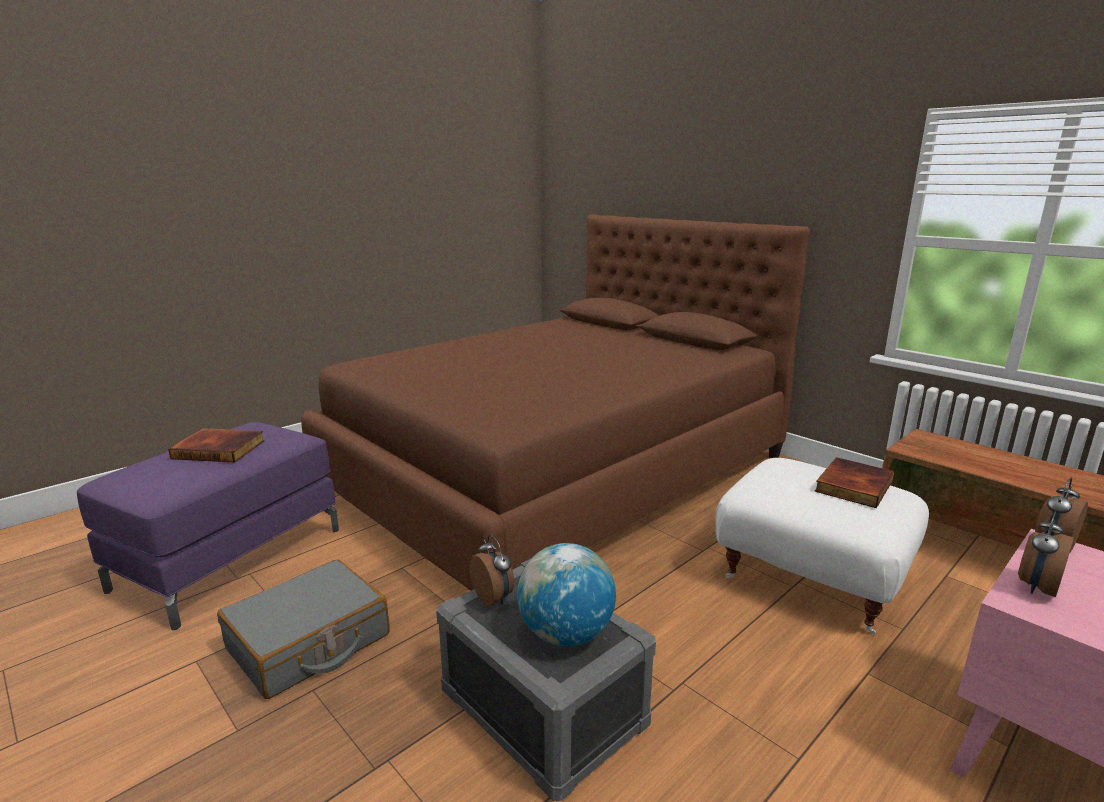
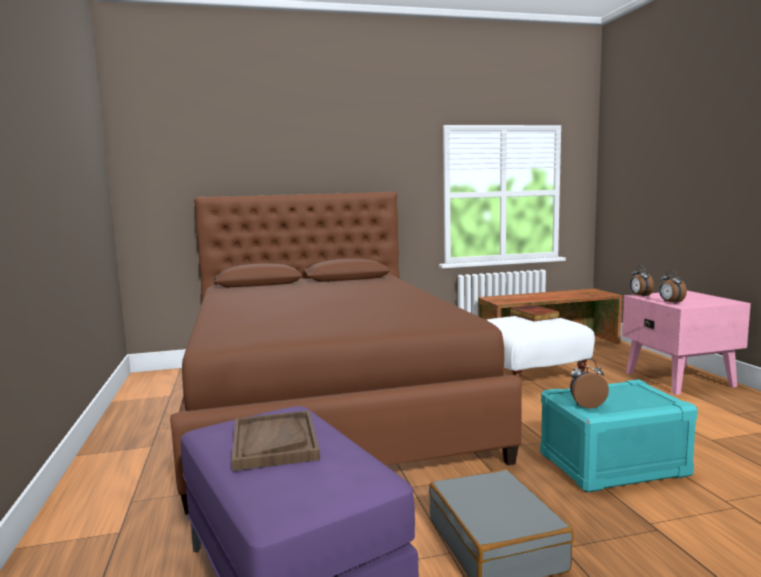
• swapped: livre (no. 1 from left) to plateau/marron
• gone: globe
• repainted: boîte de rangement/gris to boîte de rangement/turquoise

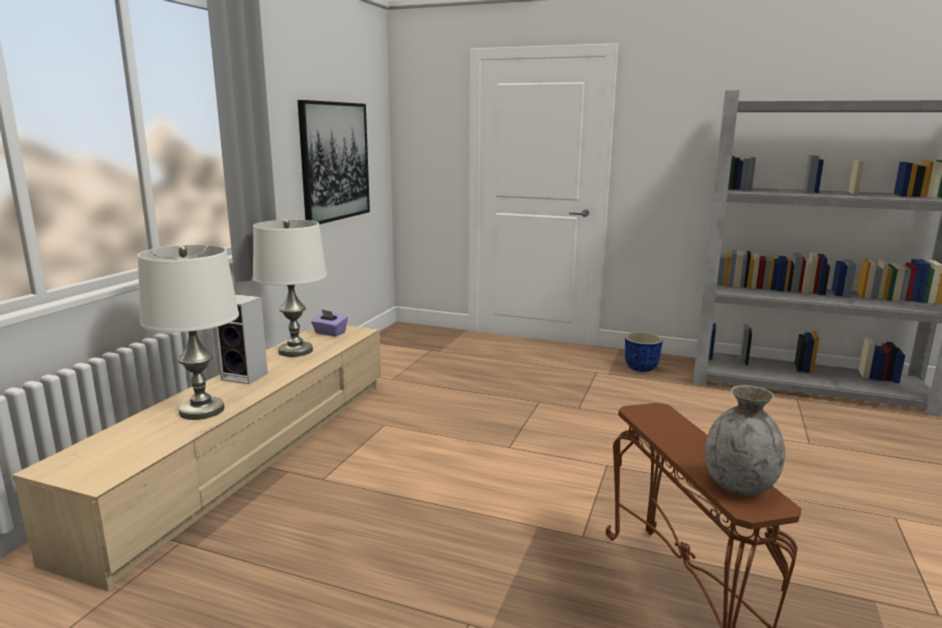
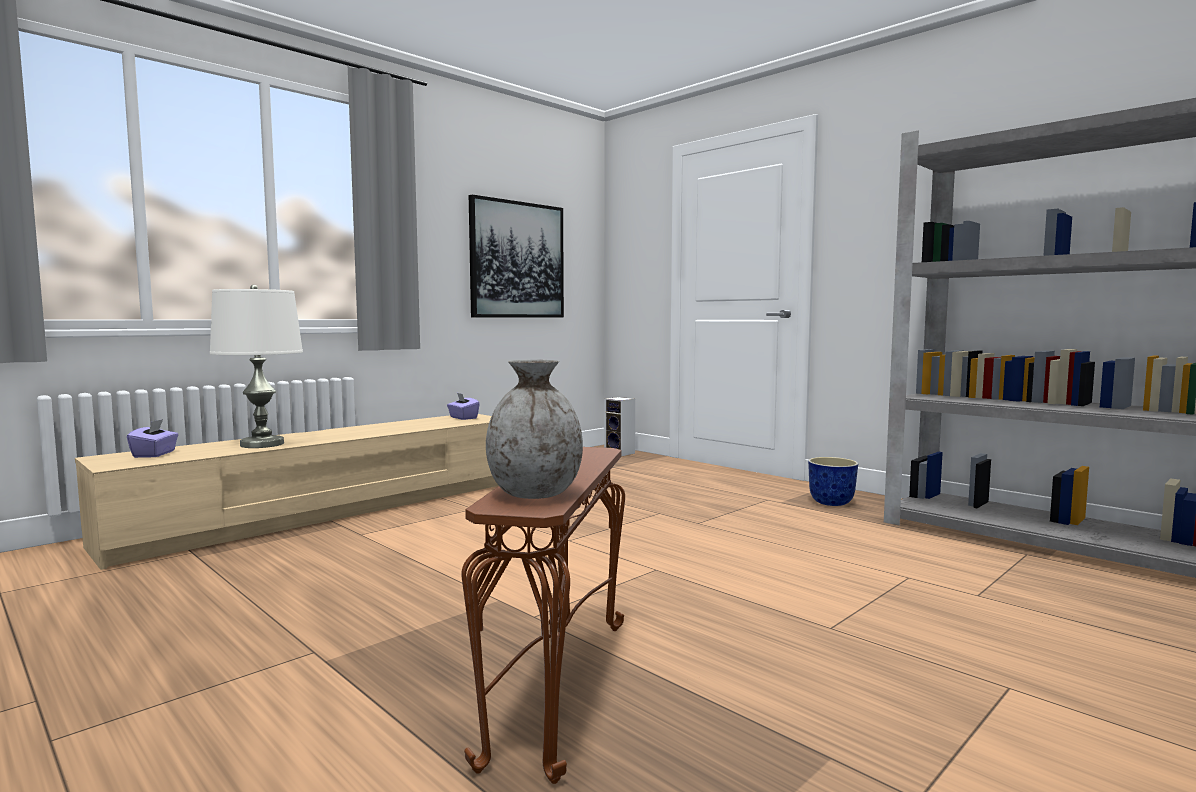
• gone: lampe de table/blanc (no. 2 from left)
• shifted: enceinte
• new: boîte à mouchoirs/violet (no. 1 from left)

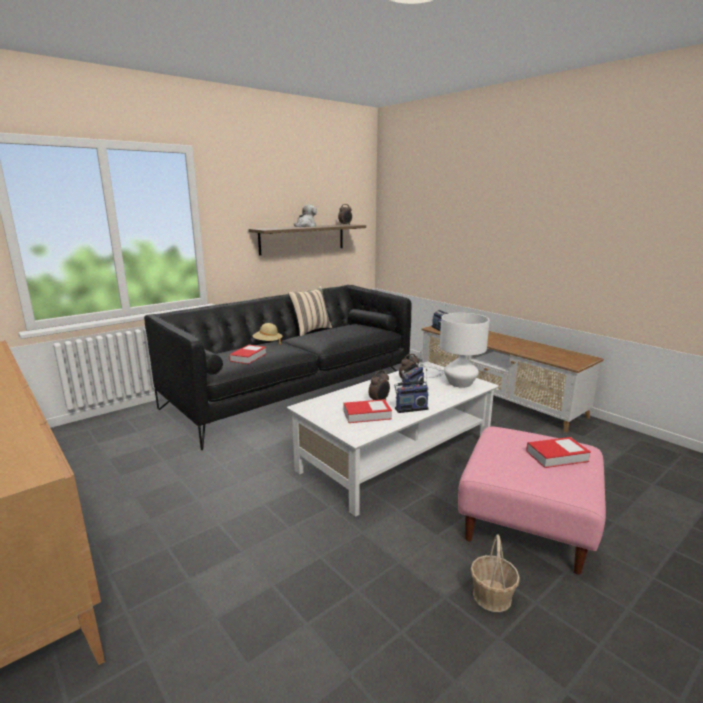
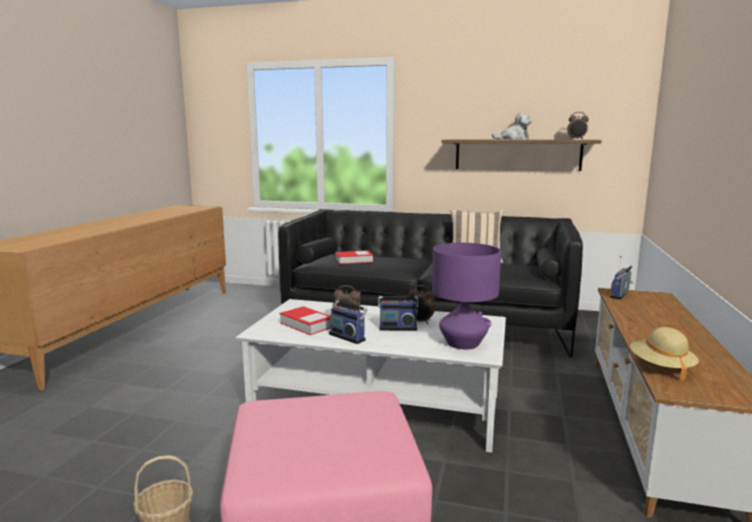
• repainted: lampe de table/blanc to lampe de table/violet
• shifted: chapeau/beige
• gone: livre (no. 3 from left)

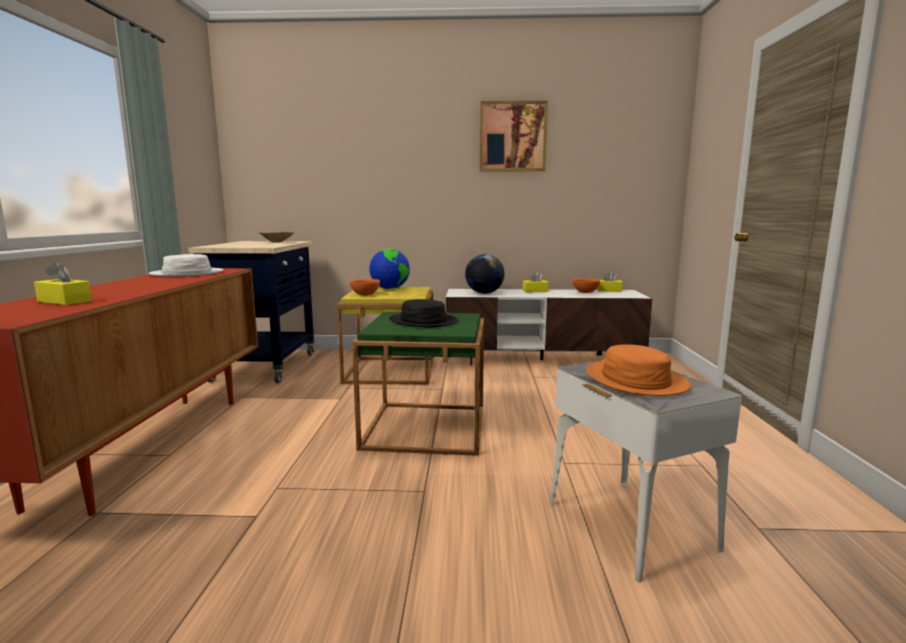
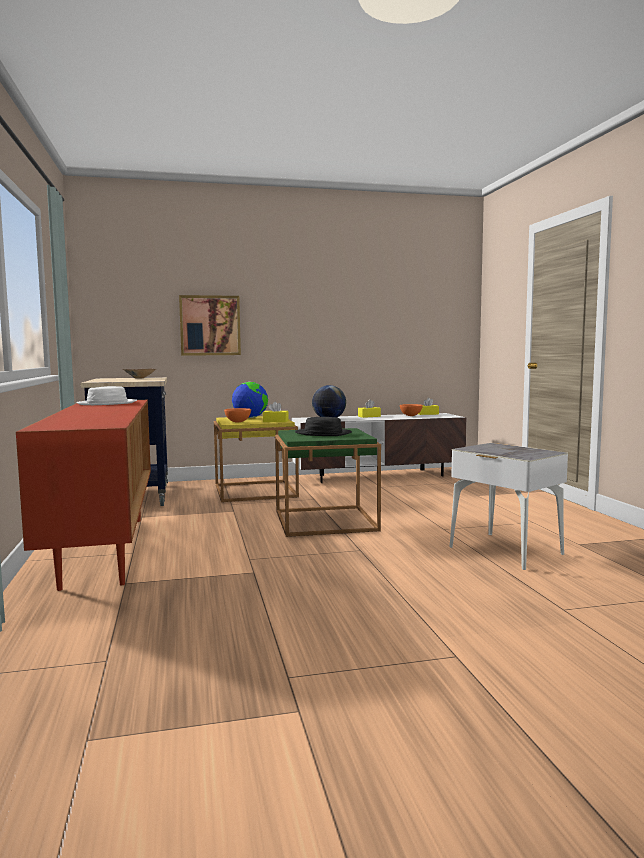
• shifted: tableau
• shifted: boîte à mouchoirs/jaune (no. 1 from left)
• gone: chapeau/orange

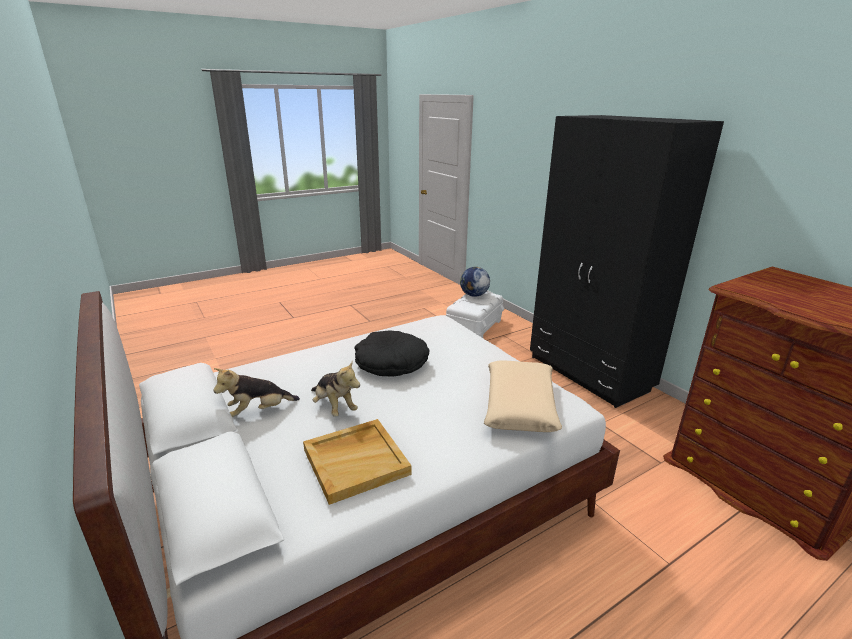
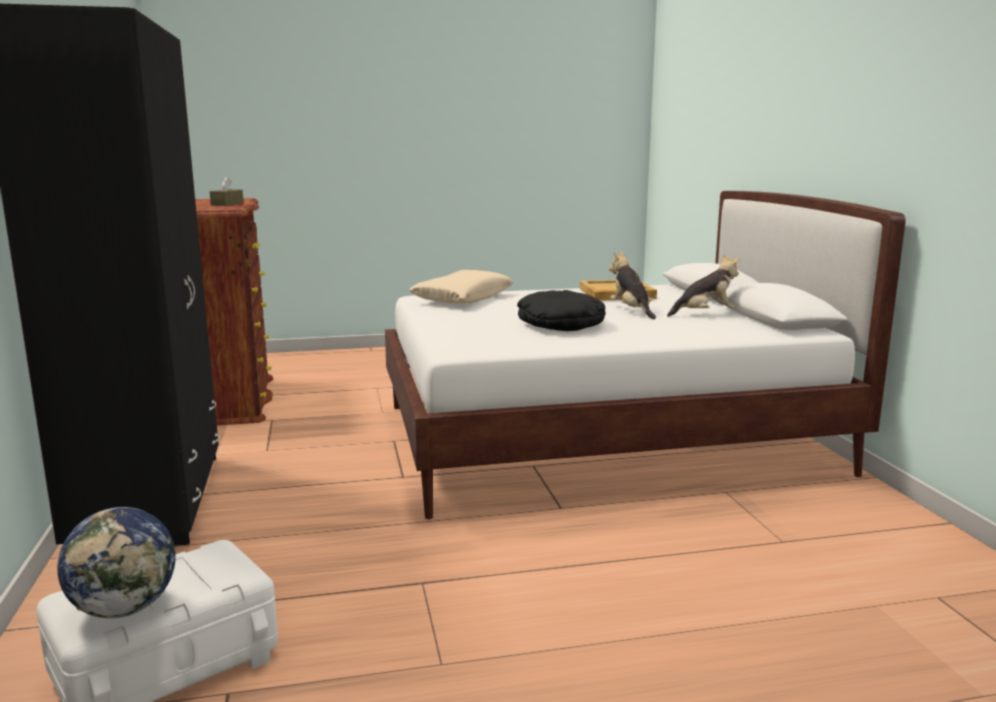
• new: boîte à mouchoirs/marron

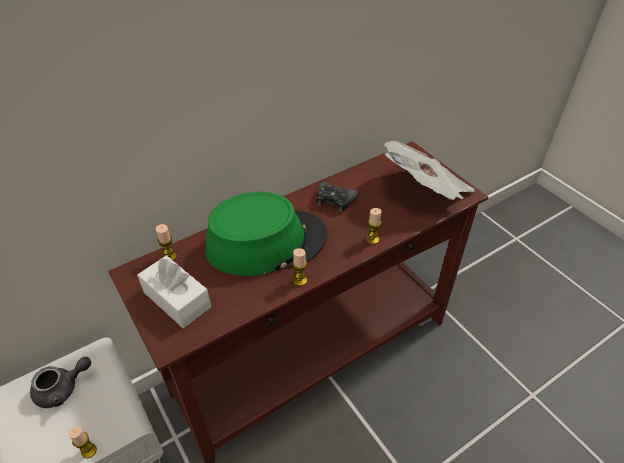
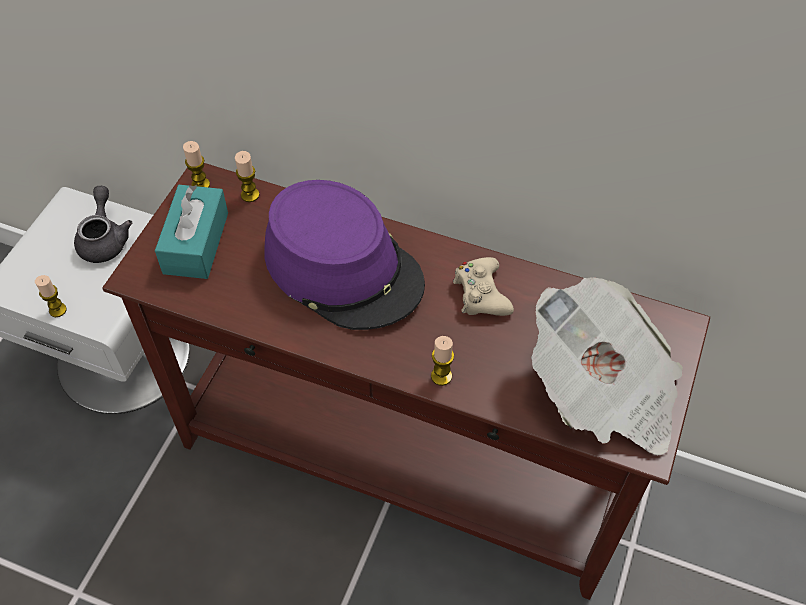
• repainted: manette/noir to manette/beige
• repainted: chapeau/vert to chapeau/violet
• shifted: bougie (no. 3 from left in the first image) to bougie (no. 2 from left)
• repainted: boîte à mouchoirs/blanc to boîte à mouchoirs/turquoise
• rotated: théière/gris 120 degrees counterclockwise

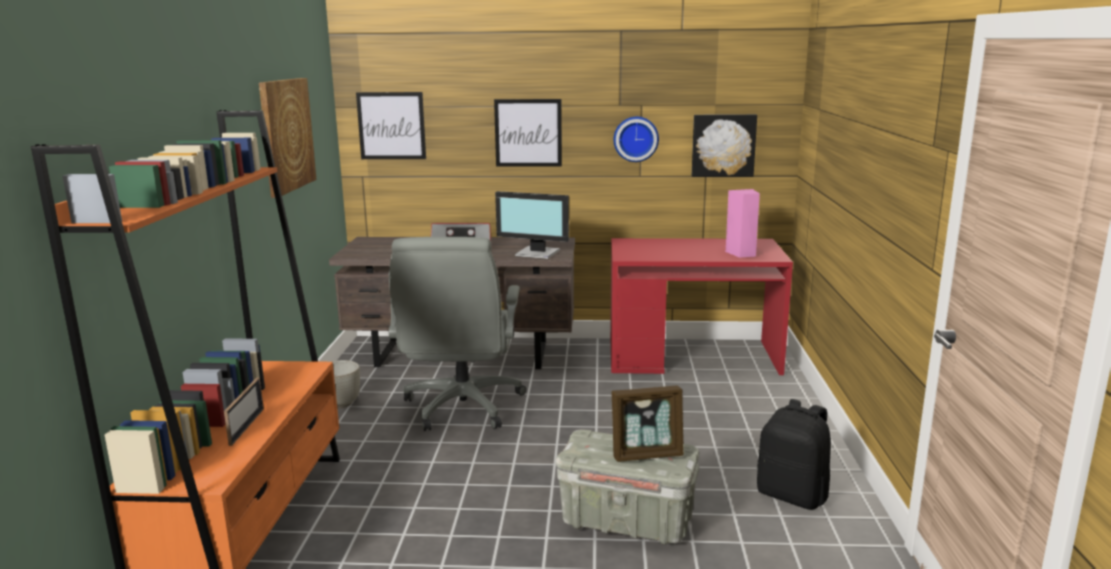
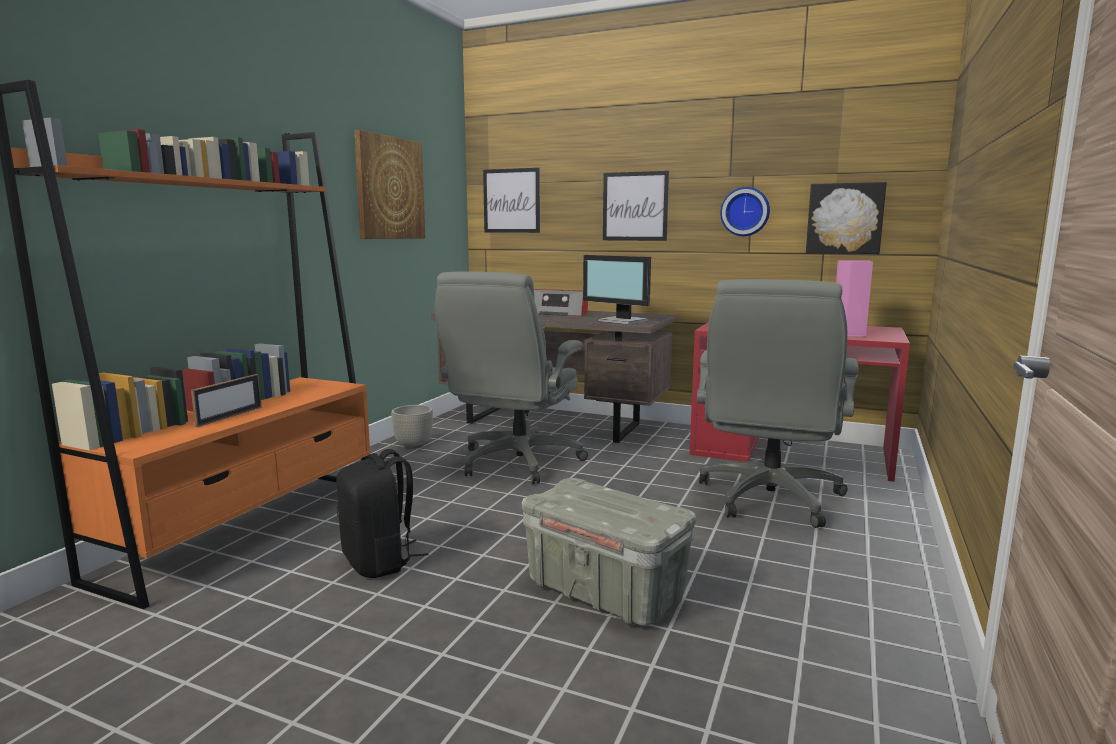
• gone: cadre photo (no. 2 from left)
• shifted: sac à dos/noir
• new: chaise de bureau/gris (no. 2 from left)

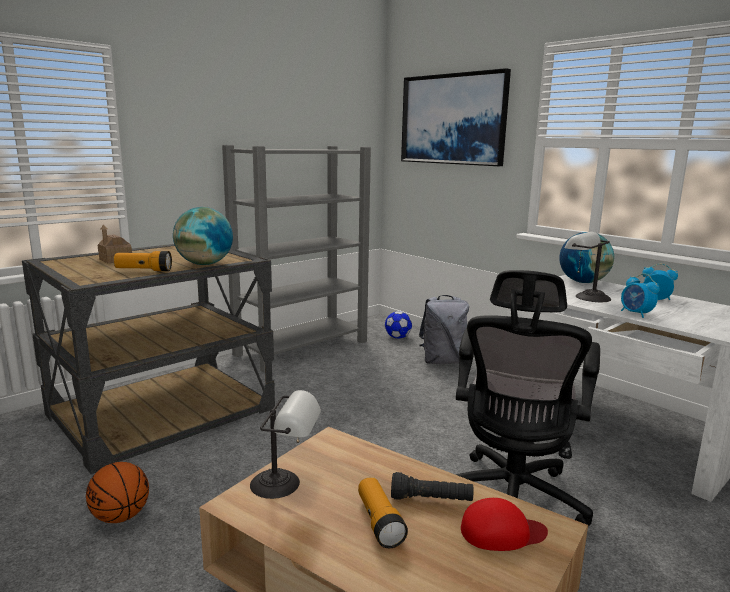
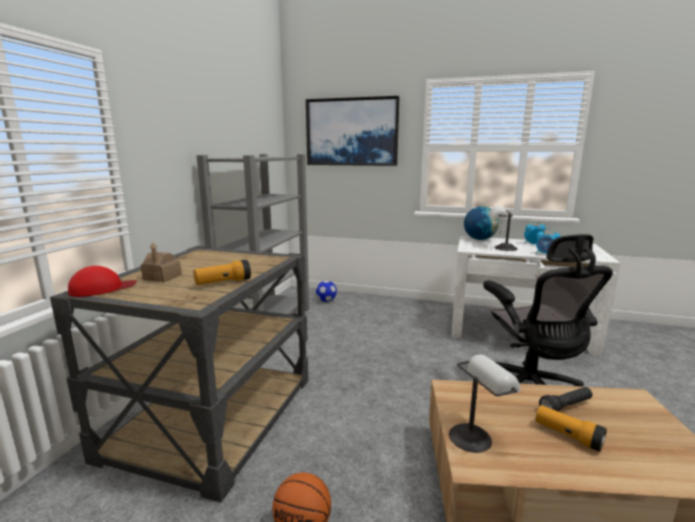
• gone: globe (no. 1 from left)
• gone: sac à dos/gris
• shifted: casquette/rouge

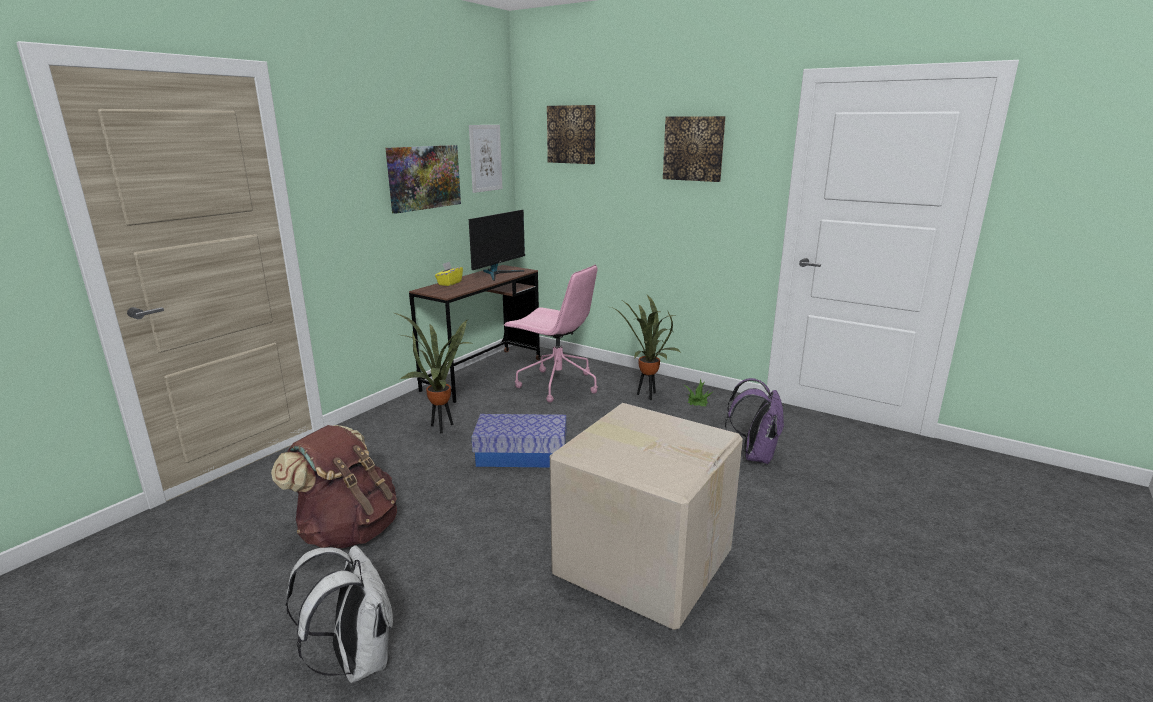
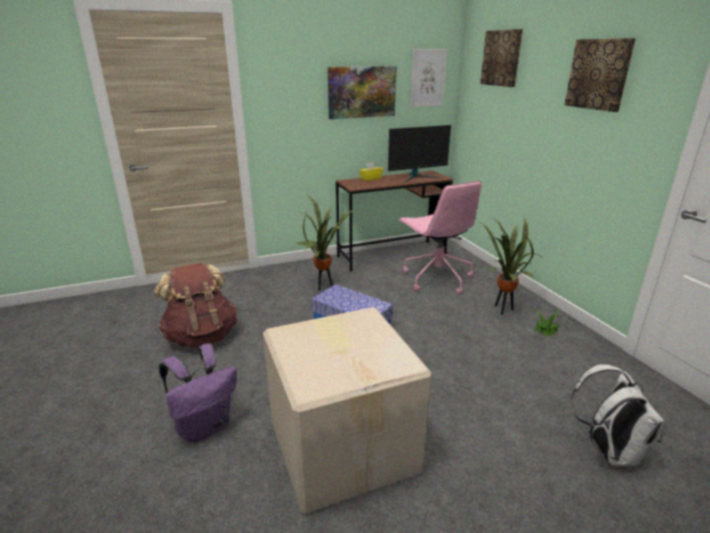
• shifted: sac à dos/violet
• shifted: sac à dos/blanc

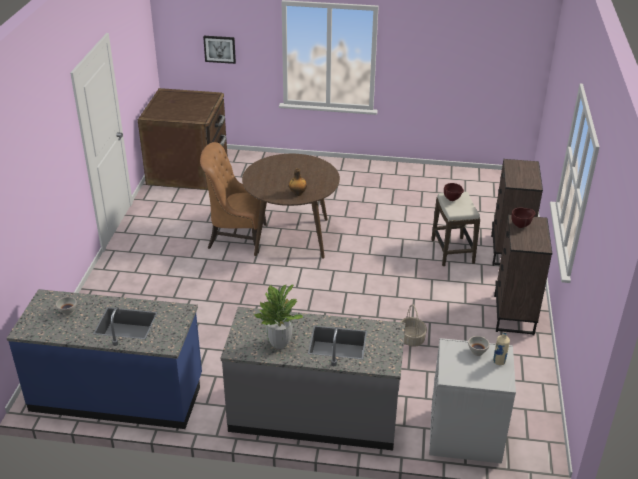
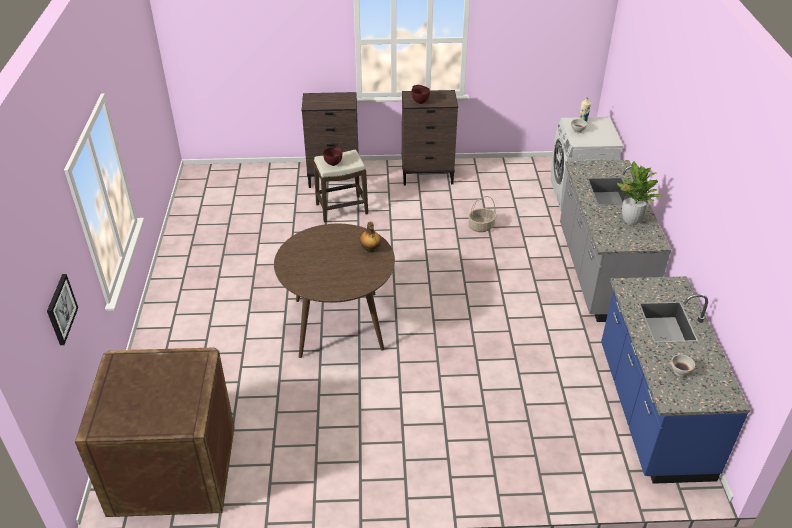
• gone: chaise/marron

